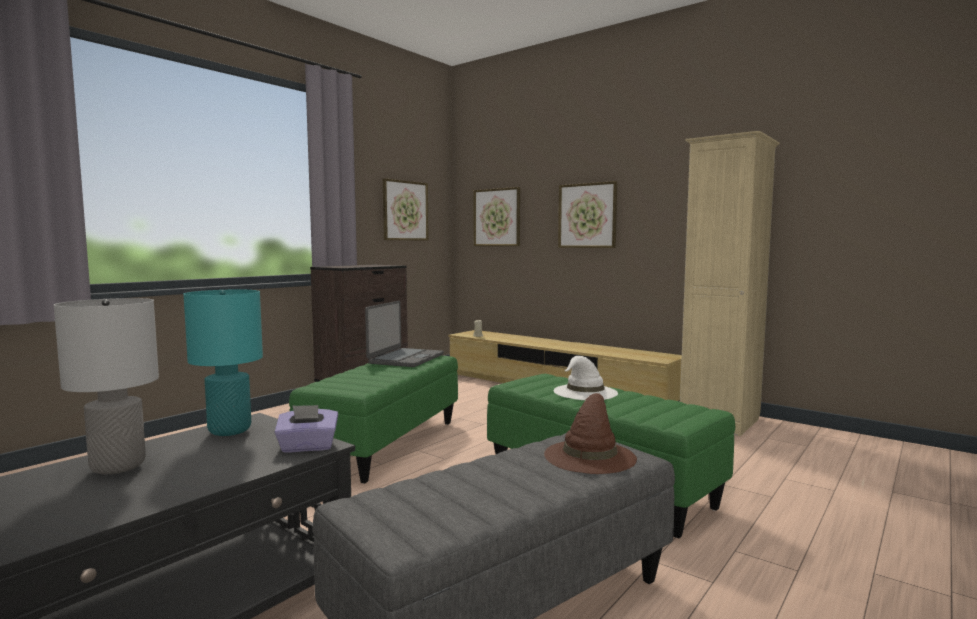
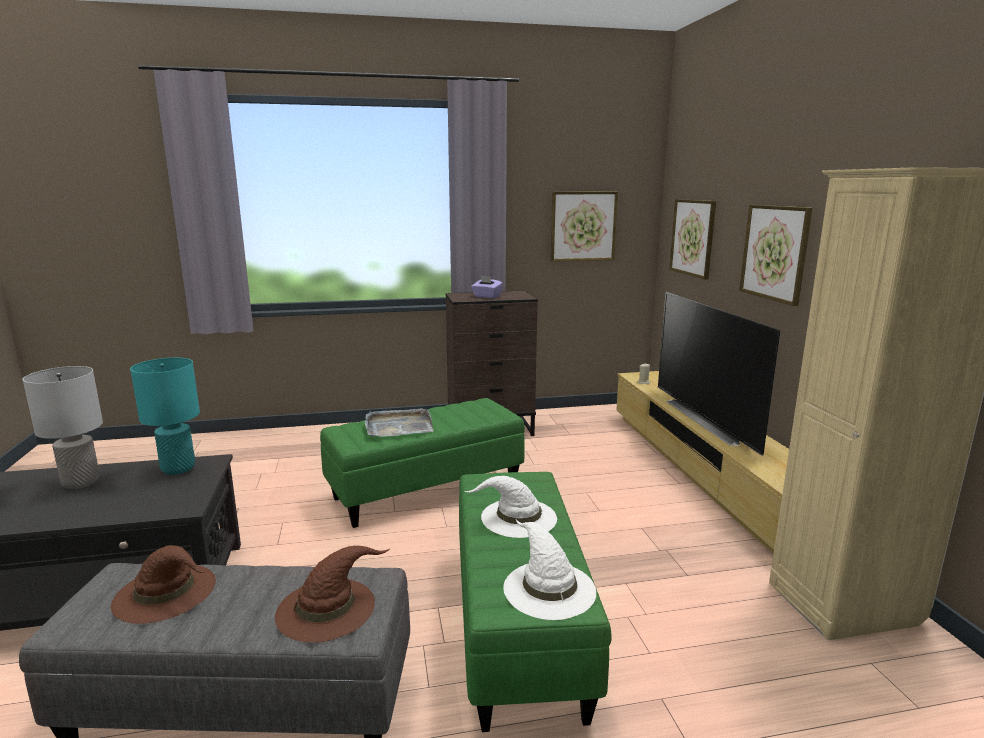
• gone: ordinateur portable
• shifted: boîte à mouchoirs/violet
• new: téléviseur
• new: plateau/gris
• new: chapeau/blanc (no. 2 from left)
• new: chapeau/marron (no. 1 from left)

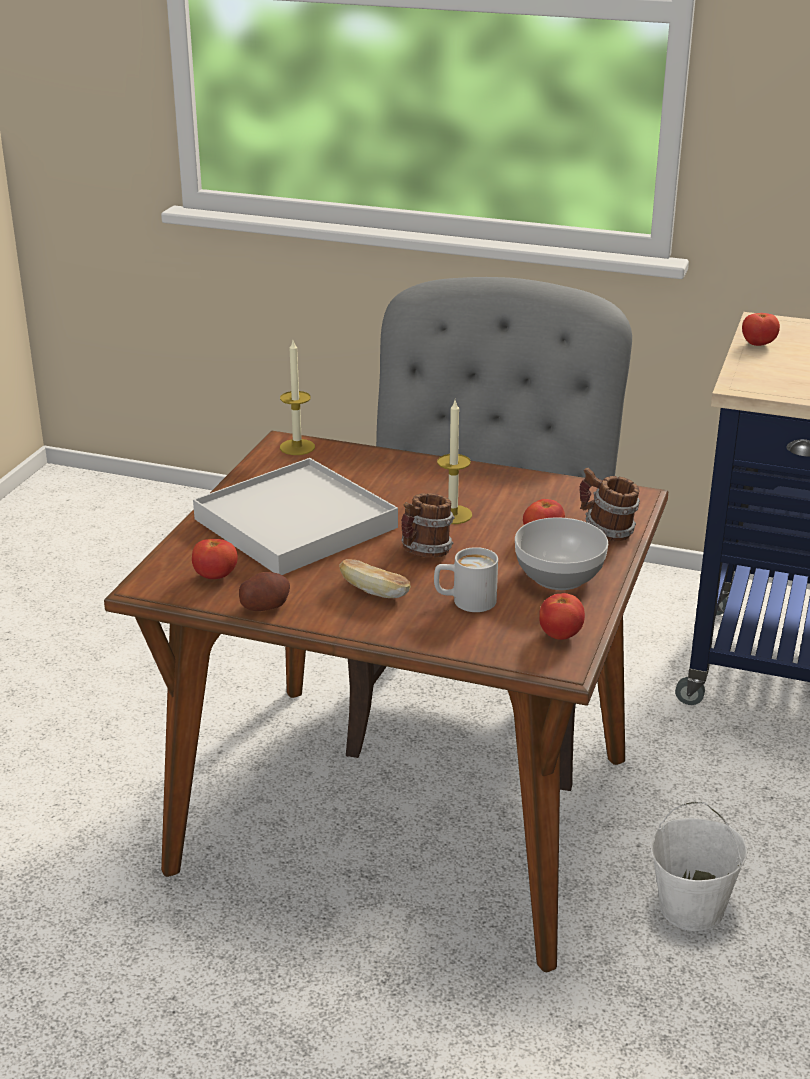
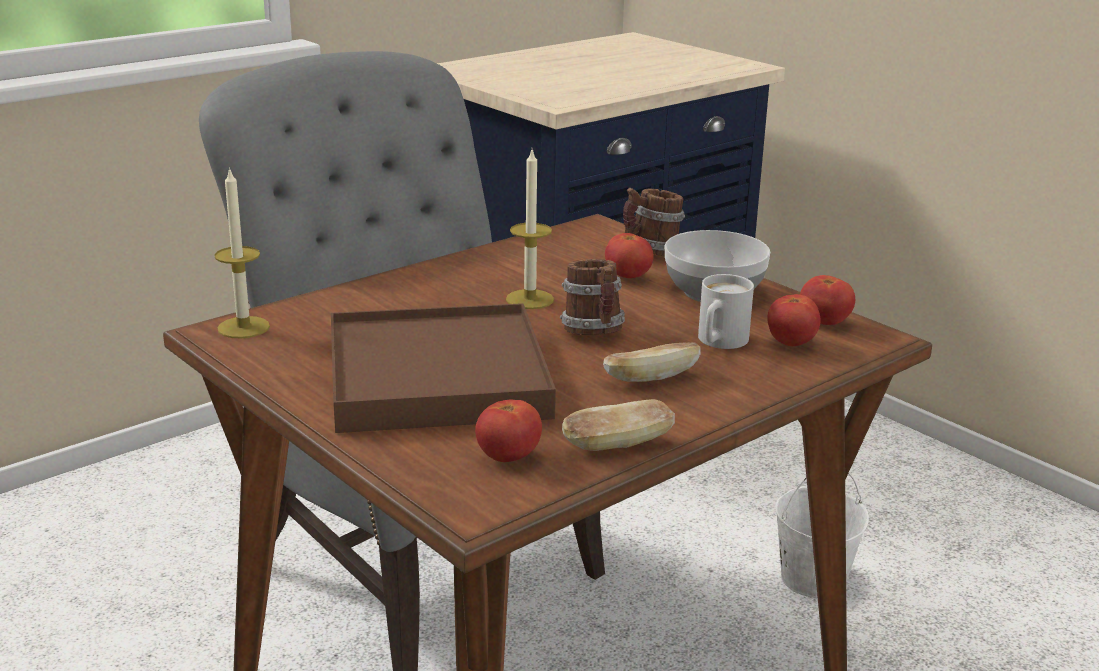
• shifted: tomate (no. 4 from left in the first image) to tomate (no. 3 from left)
• repainted: plateau/blanc to plateau/marron
• swapped: pomme de terre to pain (no. 1 from left)

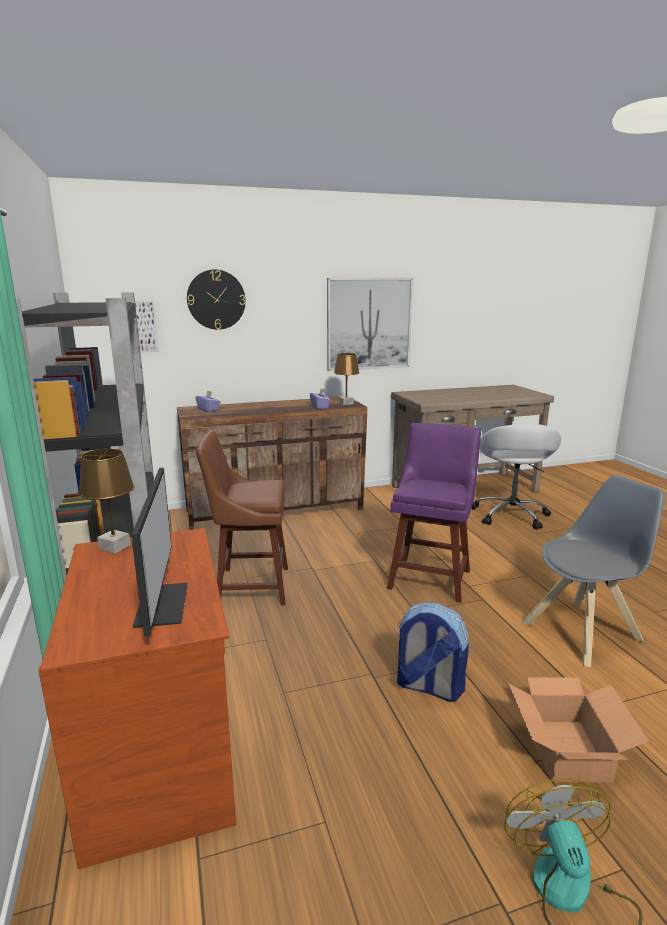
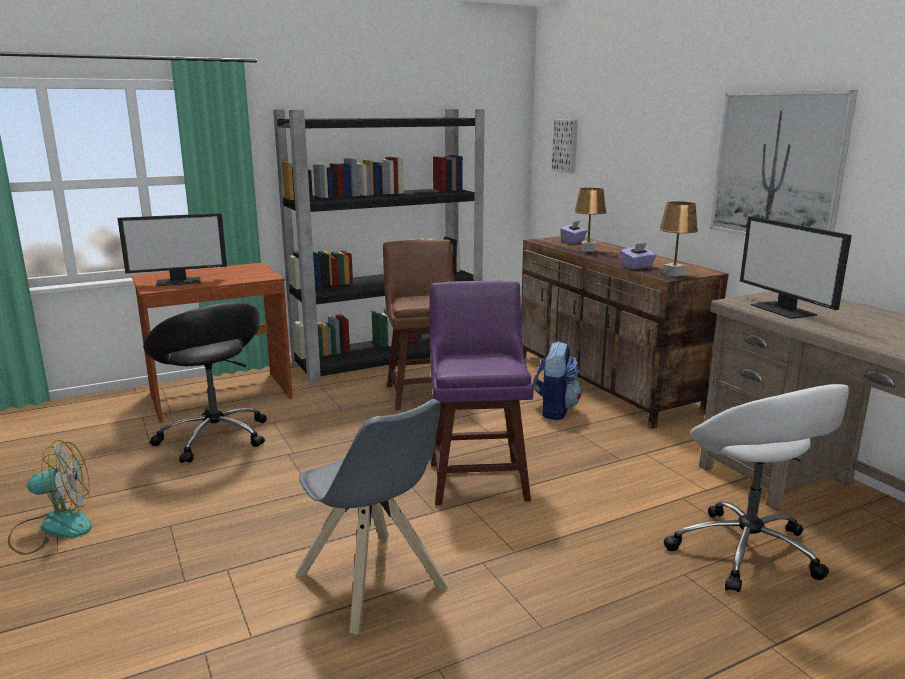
• gone: horloge murale
• rotated: chaise/violet 105 degrees counterclockwise
• rotated: chaise de bureau/blanc 105 degrees counterclockwise
• shifted: lampe de table/marron (no. 1 from left)
• shifted: sac à dos
• gone: carton
• new: écran d'ordinateur (no. 2 from left)
• new: chaise de bureau/noir

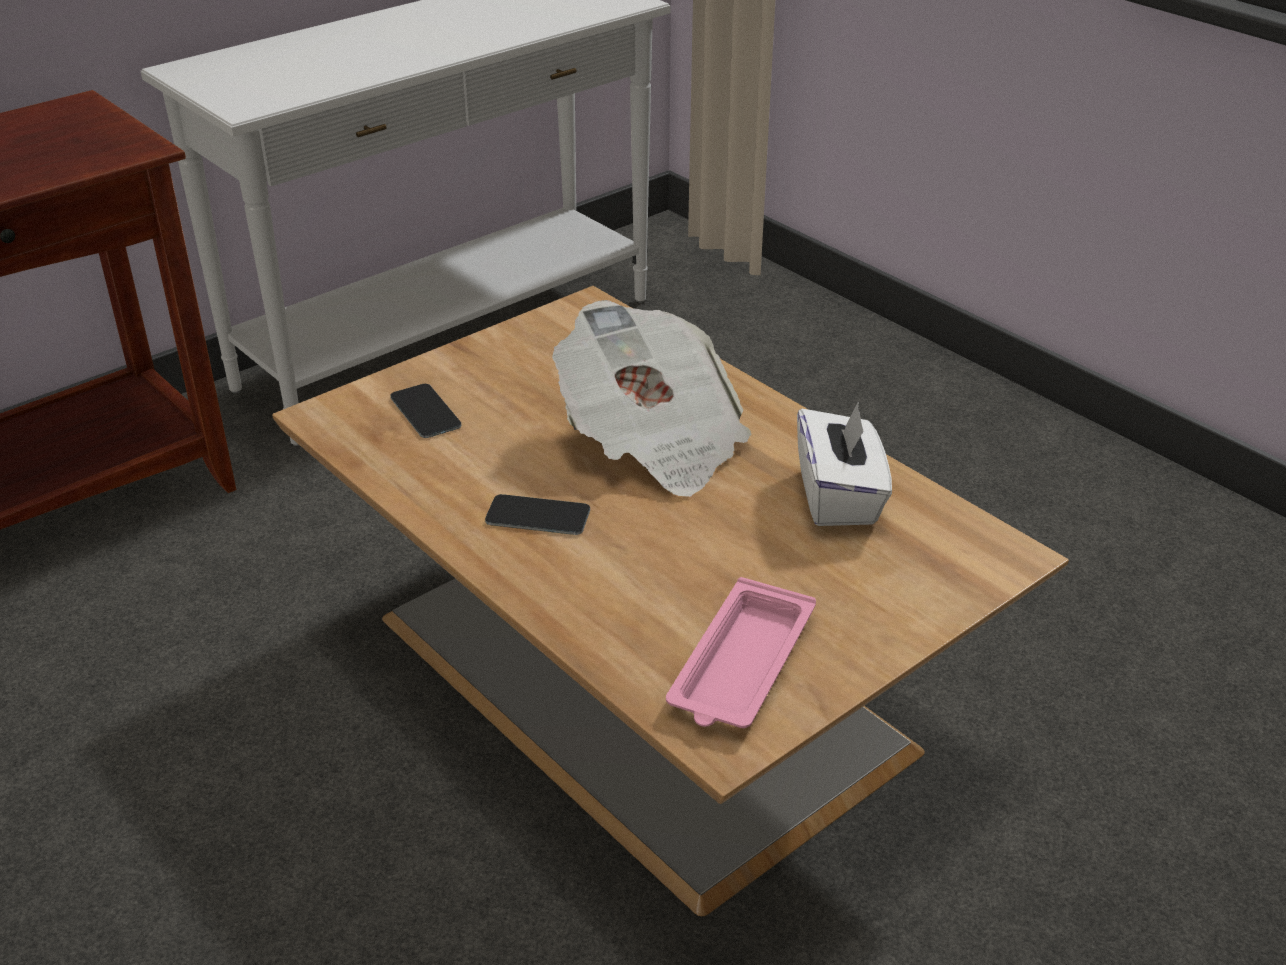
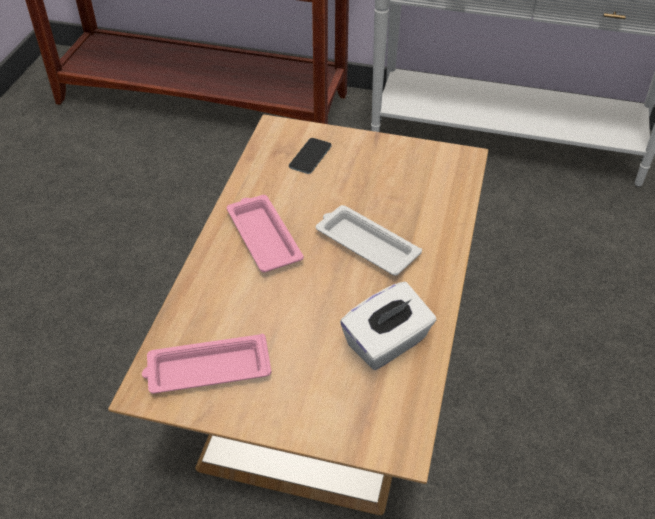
• swapped: journal to plateau/blanc
• swapped: téléphone (no. 2 from left) to plateau/rose (no. 2 from left)

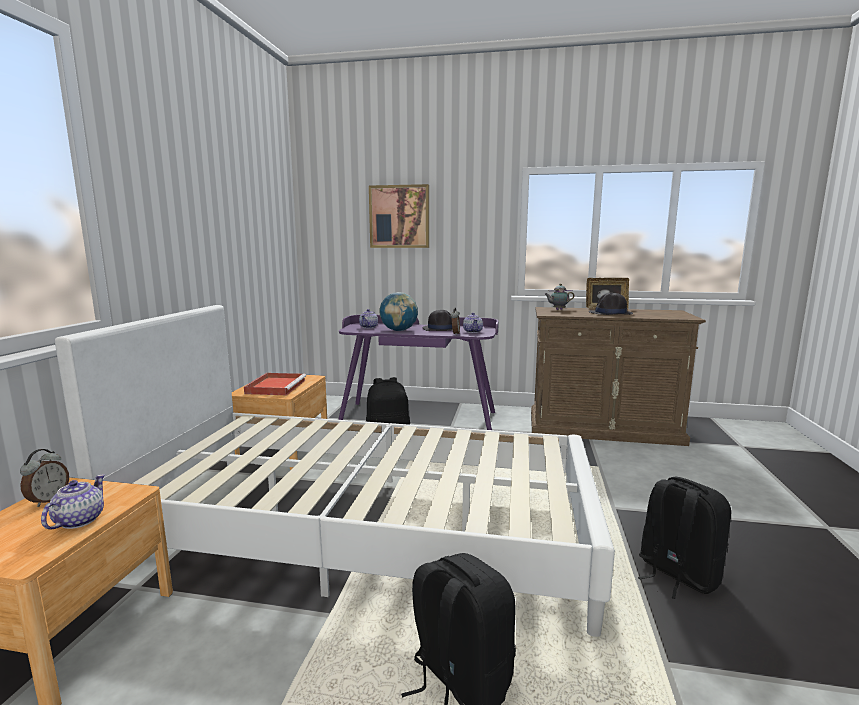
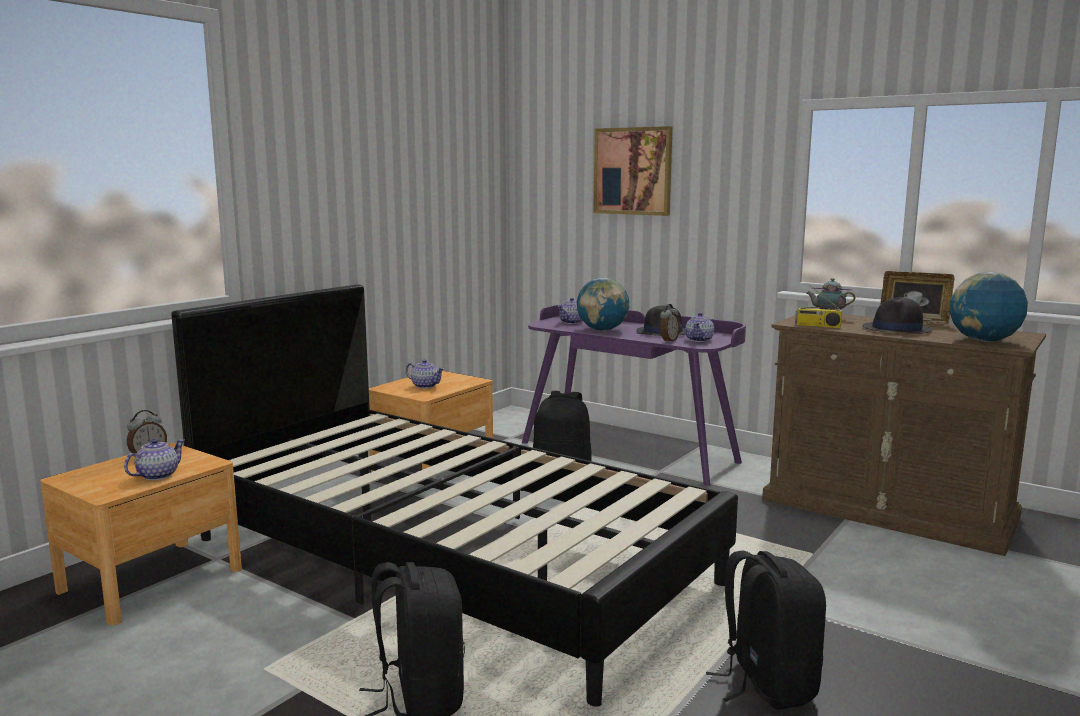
• repainted: lit/blanc to lit/noir
• swapped: plateau/rouge to théière (no. 2 from left)
• new: globe (no. 2 from left)
• new: radio

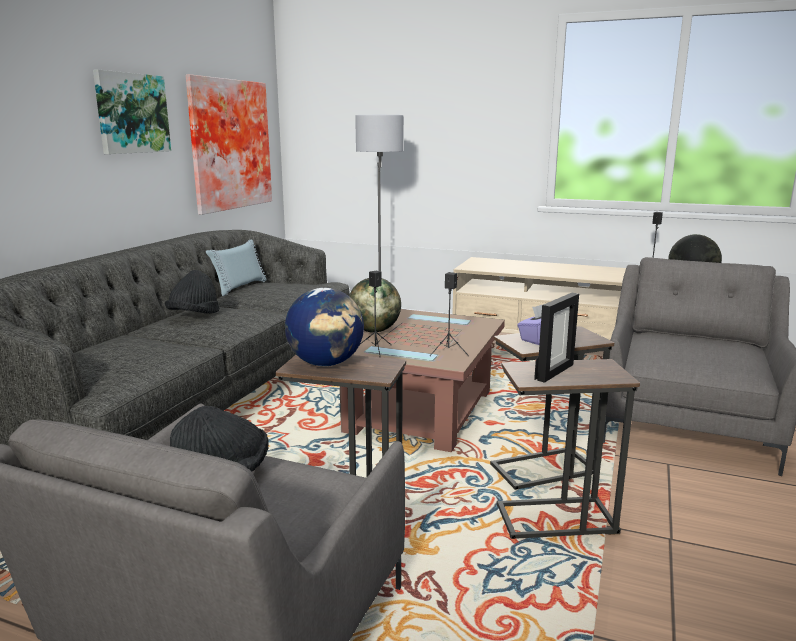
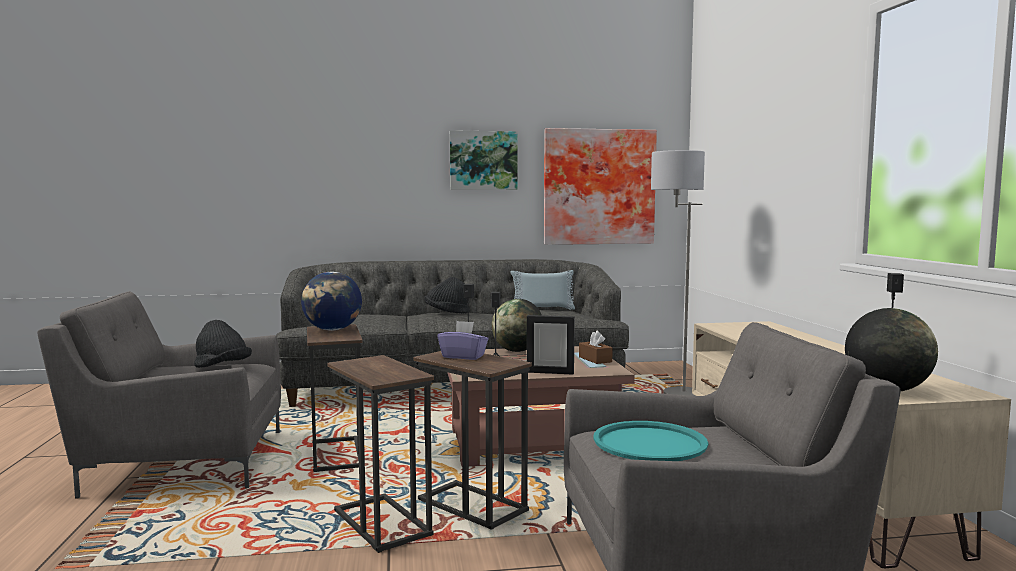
• shifted: cadre photo
• new: boîte à mouchoirs/marron
• new: plateau/turquoise

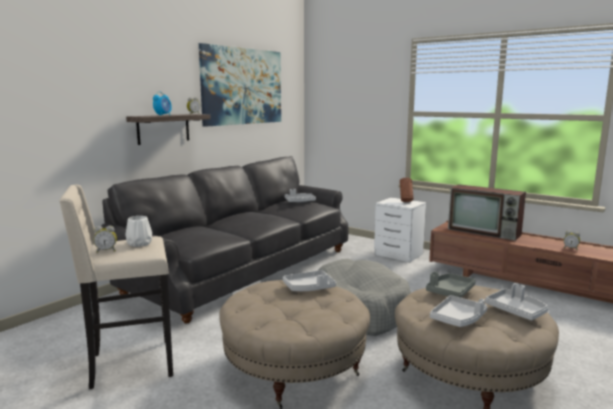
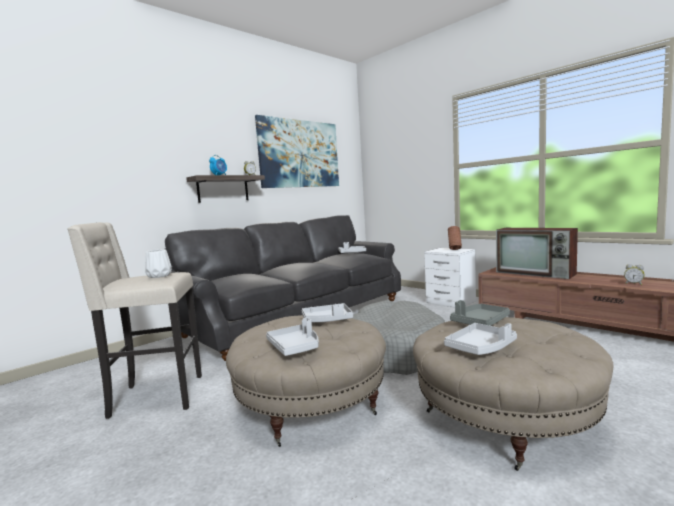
• gone: réveil (no. 1 from left)
• shifted: plateau/gris (no. 5 from left in the first image) to plateau/gris (no. 1 from left)

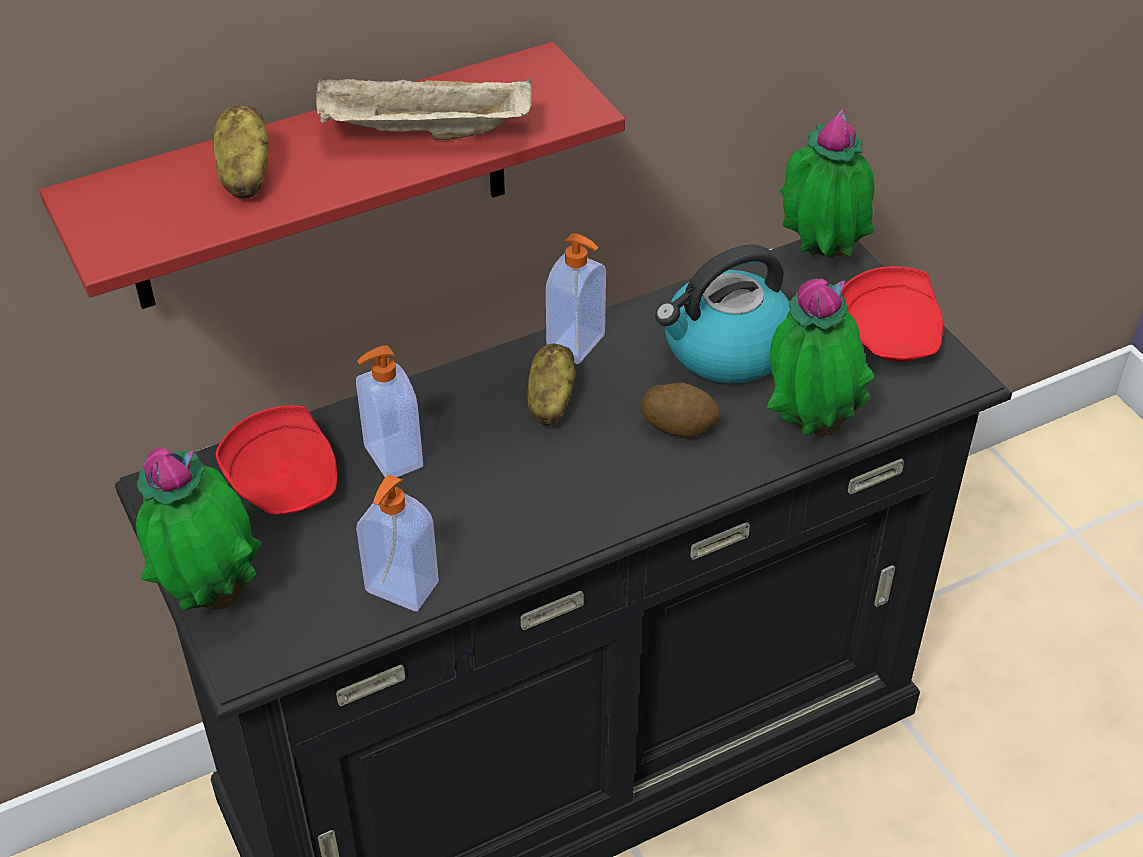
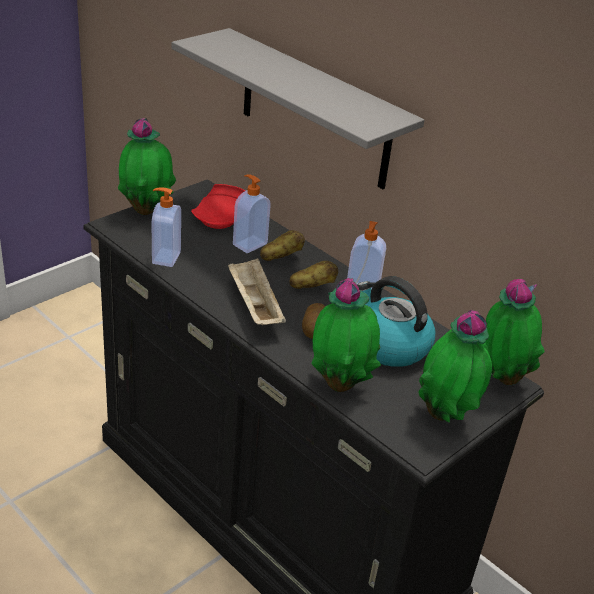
• repainted: étagère/rouge to étagère/gris
• shifted: plateau/beige
• shifted: pomme de terre (no. 1 from left)
• swapped: assiette/rouge (no. 2 from left) to plante en pot (no. 3 from left)

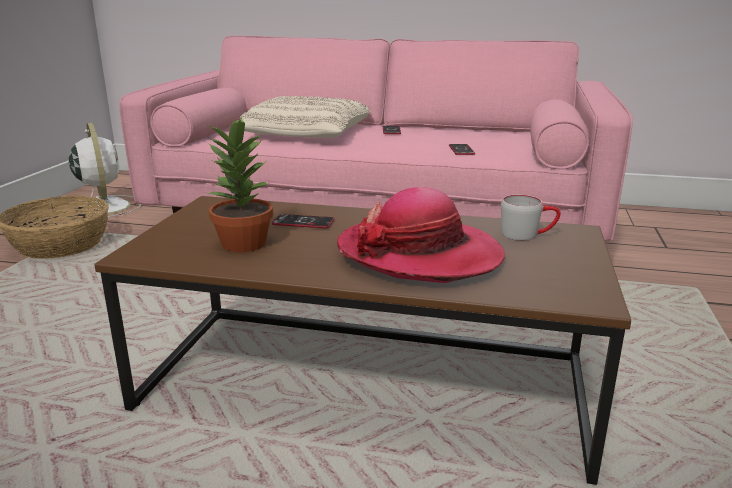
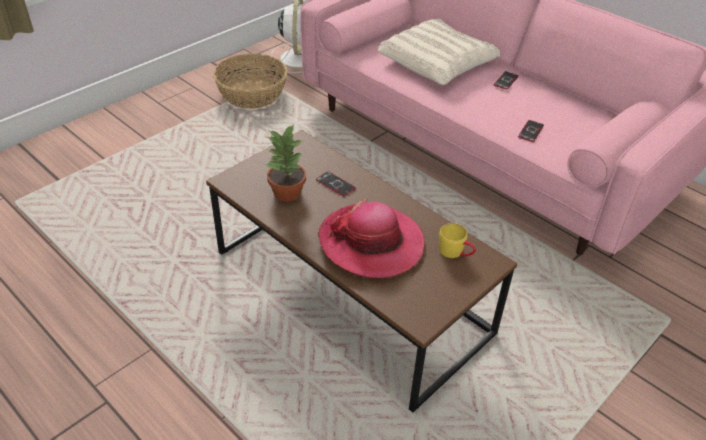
• repainted: mug/gris to mug/jaune

